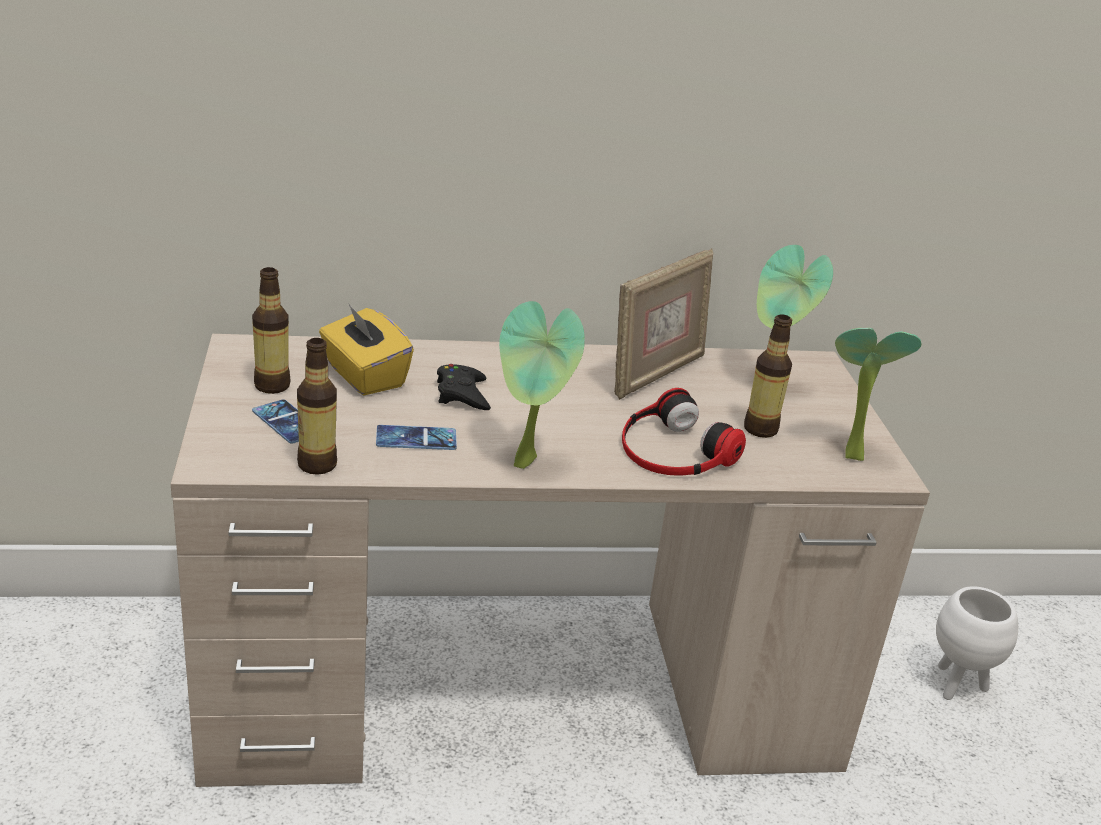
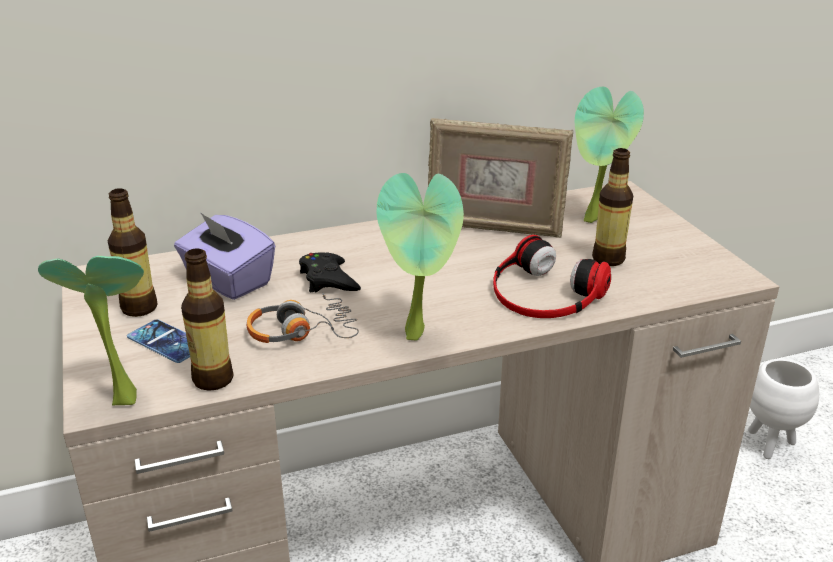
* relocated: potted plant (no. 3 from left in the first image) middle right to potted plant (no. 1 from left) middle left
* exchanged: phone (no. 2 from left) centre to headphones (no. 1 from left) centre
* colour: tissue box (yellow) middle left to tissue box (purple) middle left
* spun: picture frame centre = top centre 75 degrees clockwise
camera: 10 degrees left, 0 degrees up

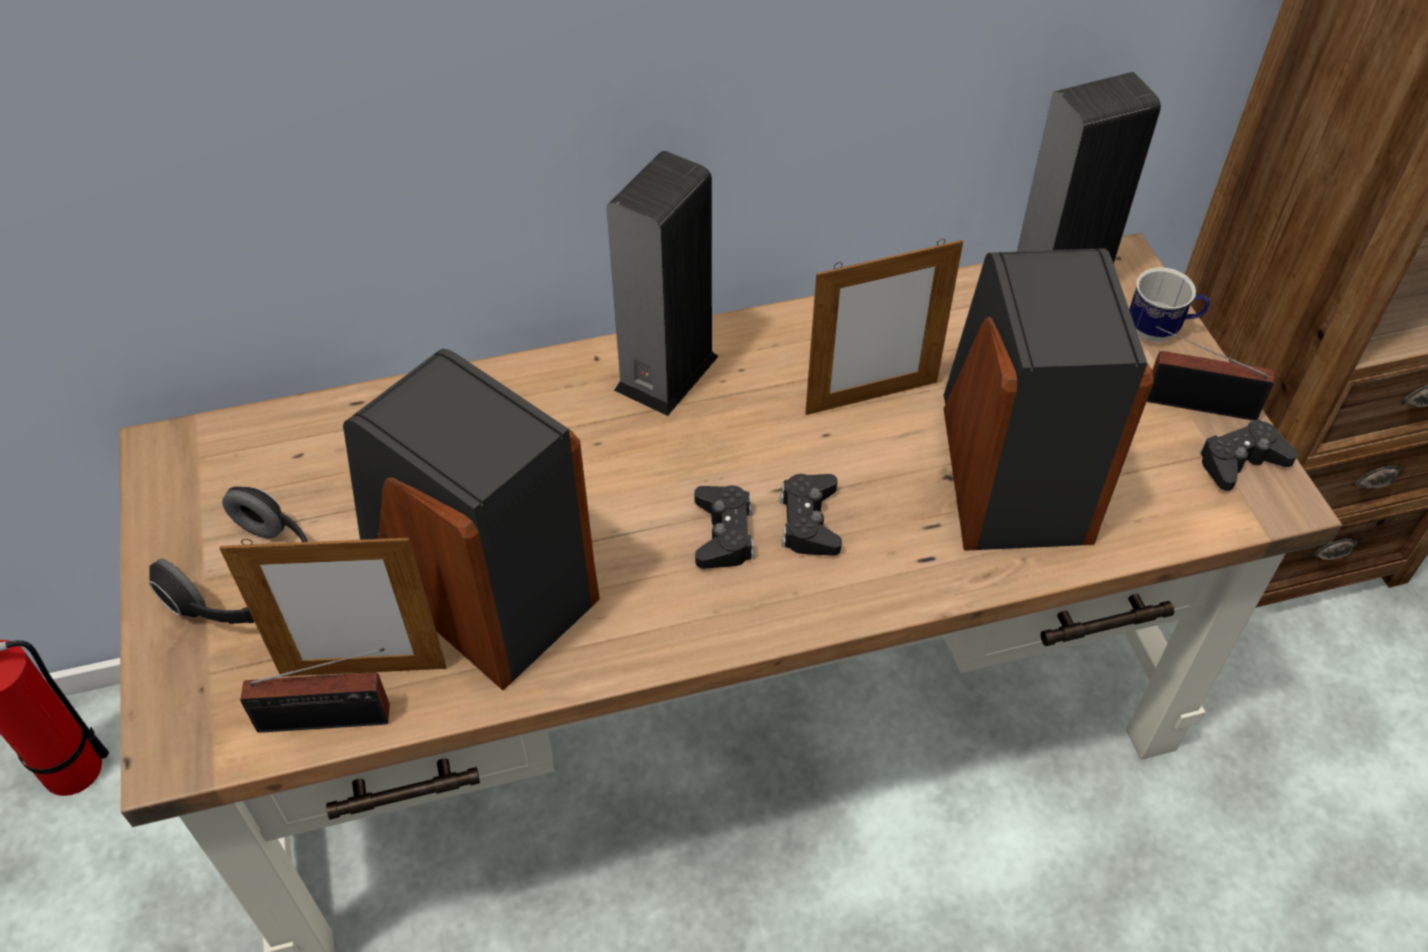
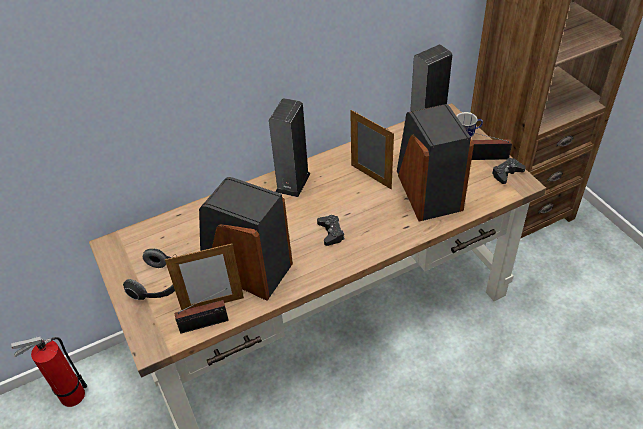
* missing: game controller (black) (no. 2 from left) centre
* spun: picture frame (no. 2 from left) centre = centre 105 degrees counterclockwise
camera: 10 degrees left, 5 degrees down

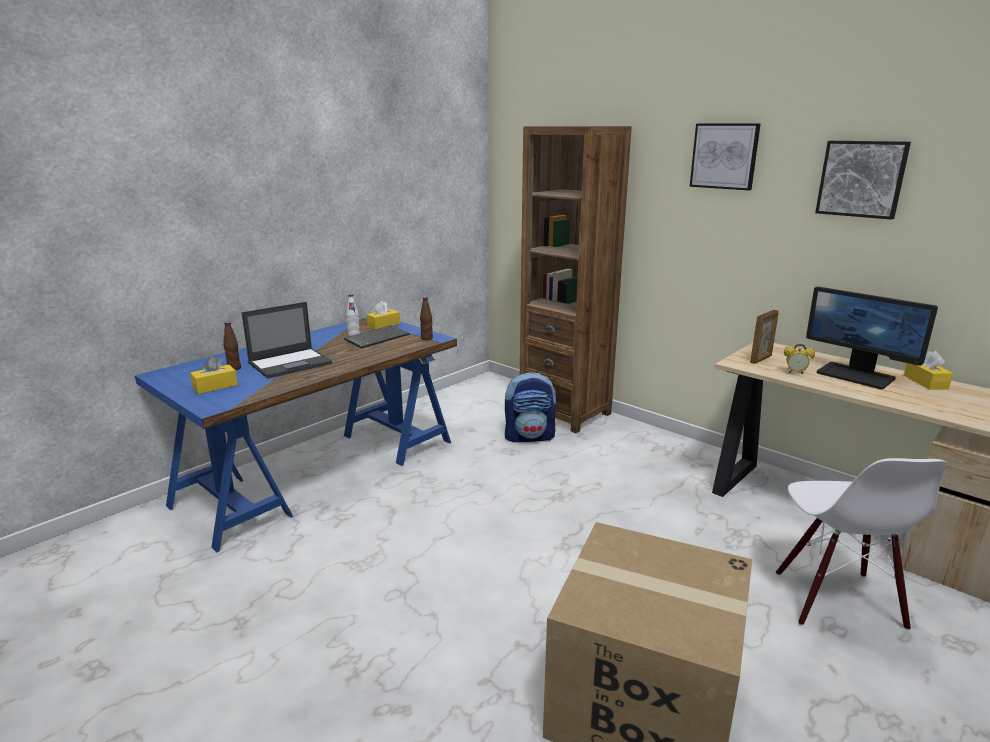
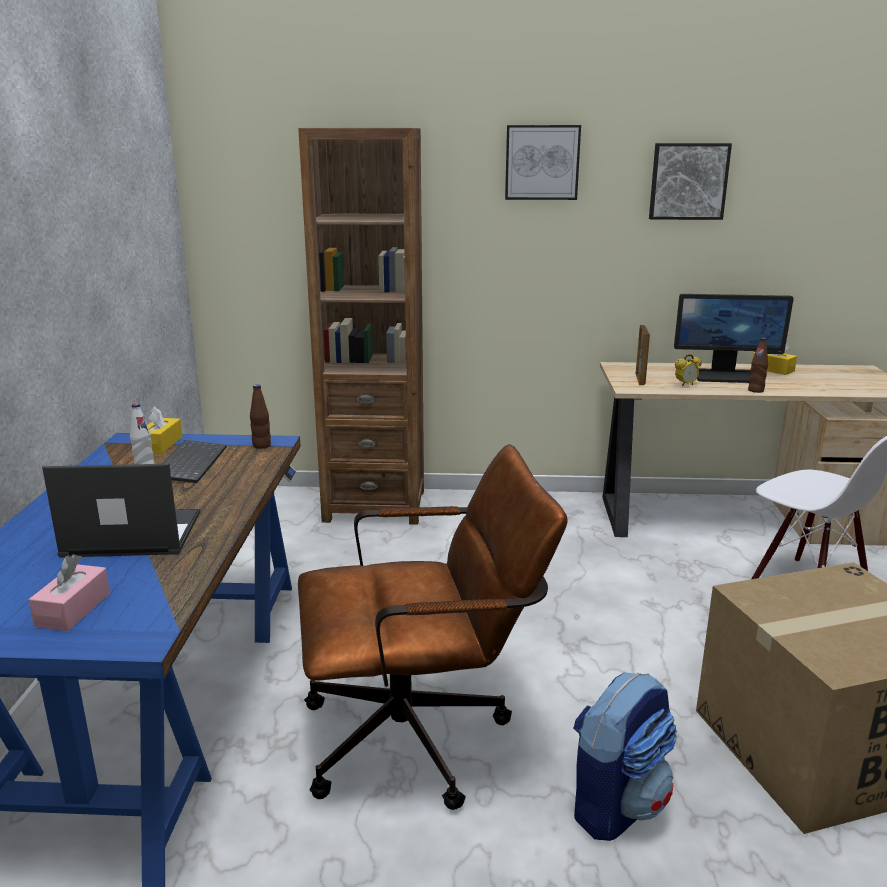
* appeared: office chair (brown) bottom centre
* relocated: bottle (brown) (no. 1 from left in the first image) middle left to bottle (brown) (no. 2 from left) middle right
* relocated: backpack centre to bottom right
* colour: tissue box (yellow) (no. 1 from left) middle left to tissue box (pink) bottom left
* spun: laptop middle left = middle left 105 degrees counterclockwise
camera: 40 degrees left, 0 degrees up

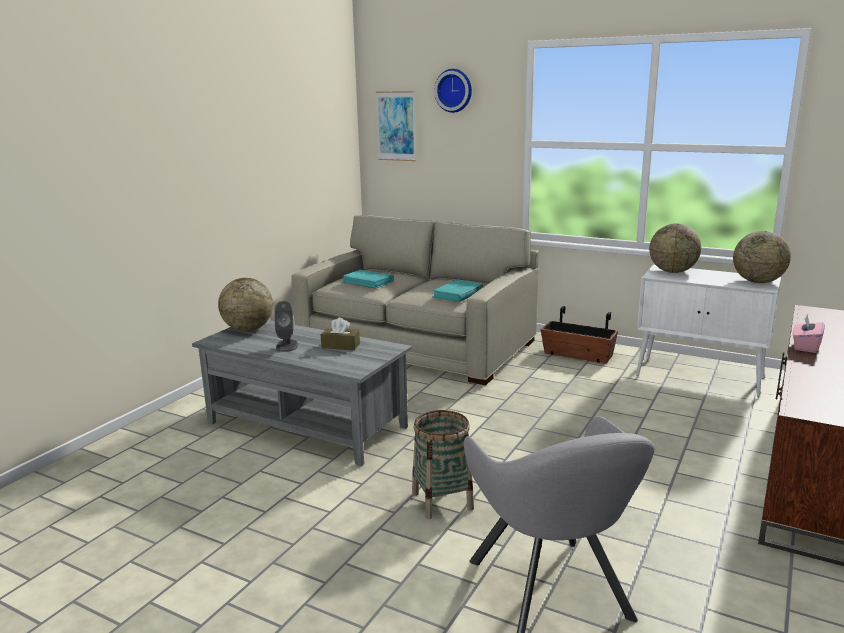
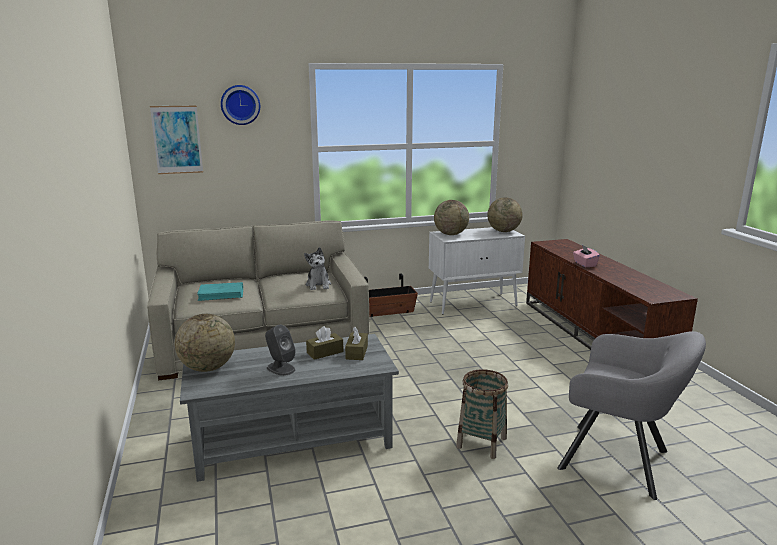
* appeared: tissue box (brown) (no. 2 from left) centre
* exchanged: book (turquoise) (no. 2 from left) centre to plush toy centre
camera: 45 degrees left, 0 degrees up

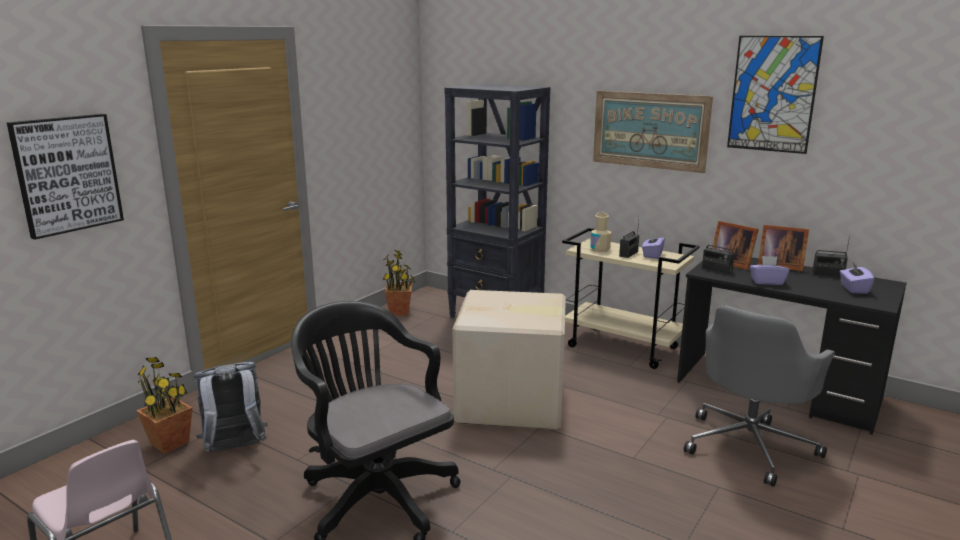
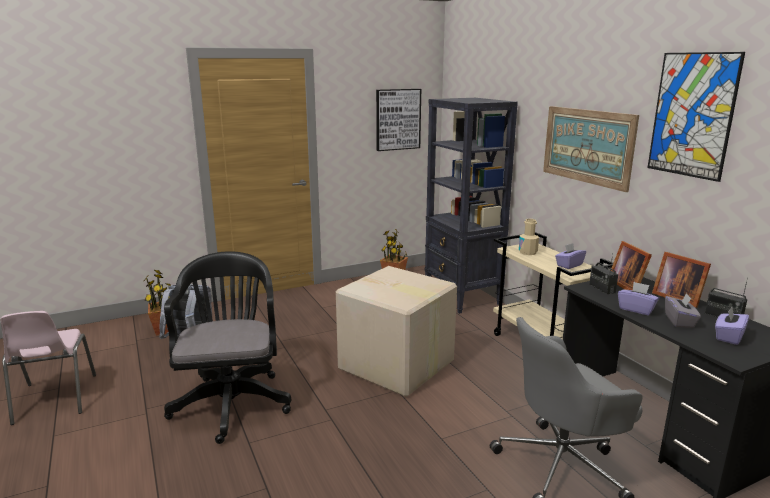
* missing: radio (no. 1 from left) centre
* appeared: tissue box (grey) middle right
* relocated: picture (no. 1 from left) top left to top centre
camera: 30 degrees right, 0 degrees up

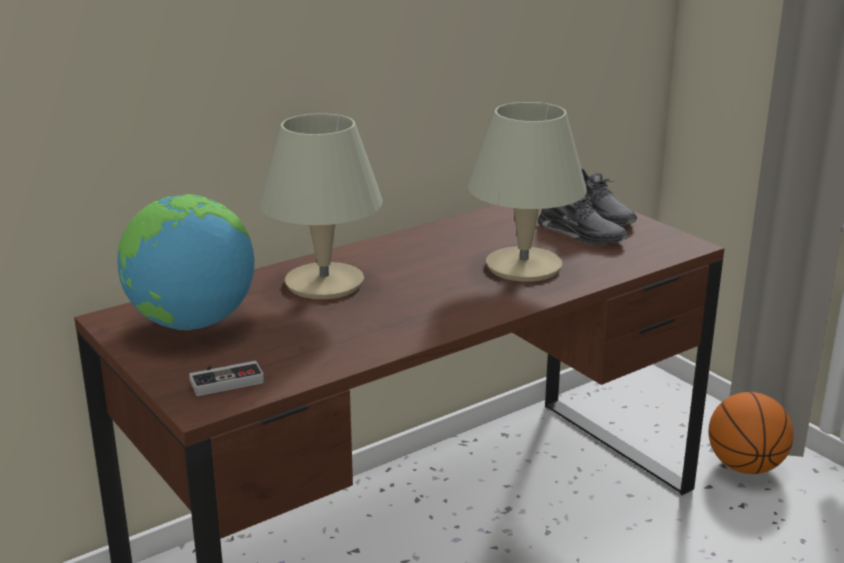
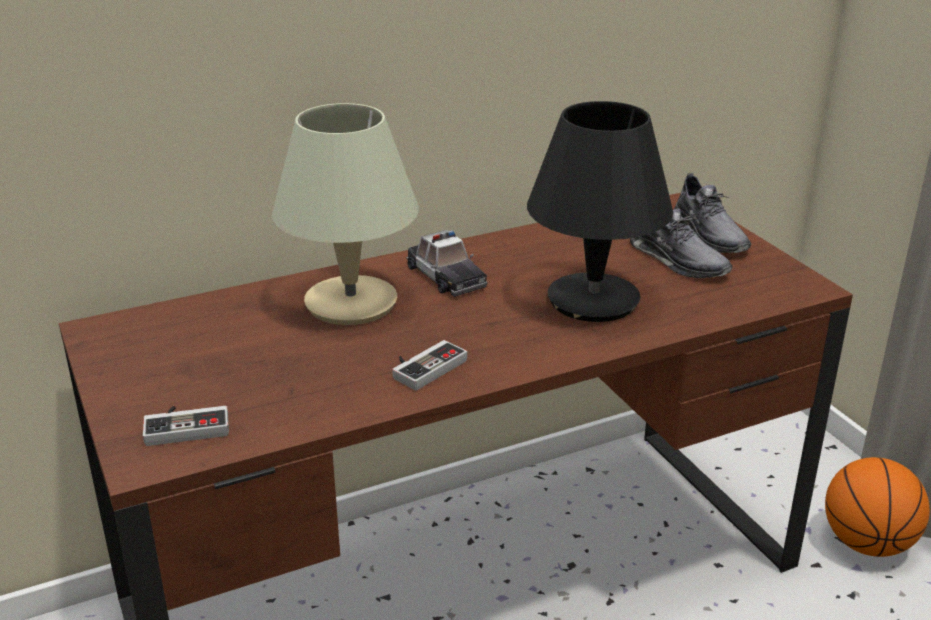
* missing: globe middle left
* appeared: game controller (no. 2 from left) centre
* appeared: toy car centre
* colour: table lamp (beige) (no. 2 from left) centre to table lamp (black) centre
camera: 10 degrees right, 5 degrees up

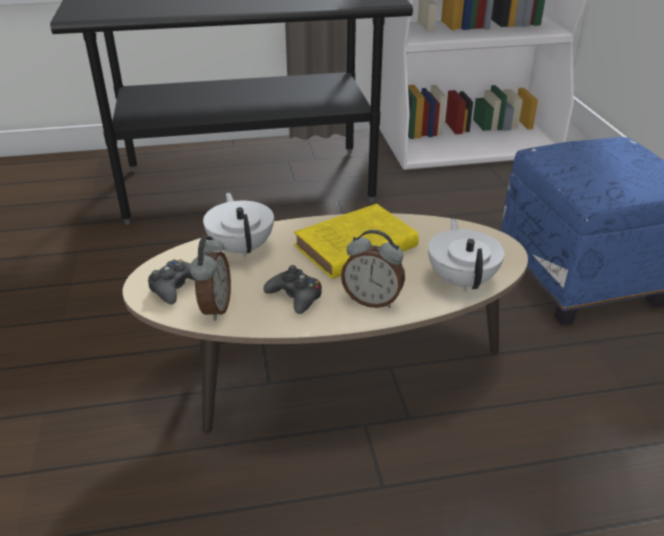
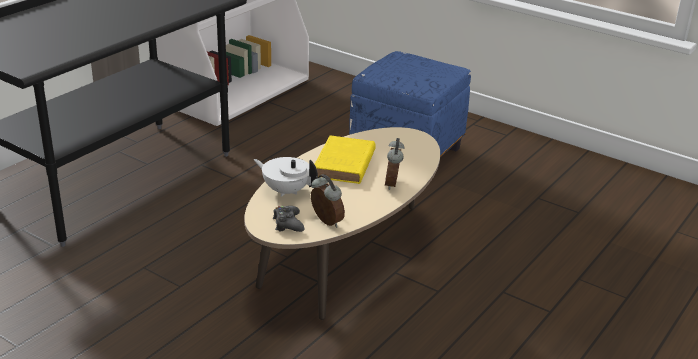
* missing: game controller (black) (no. 2 from left) centre
* missing: teapot (white) (no. 2 from left) middle right
* spun: alarm clock (no. 2 from left) centre = centre 120 degrees clockwise
camera: 45 degrees left, 5 degrees down

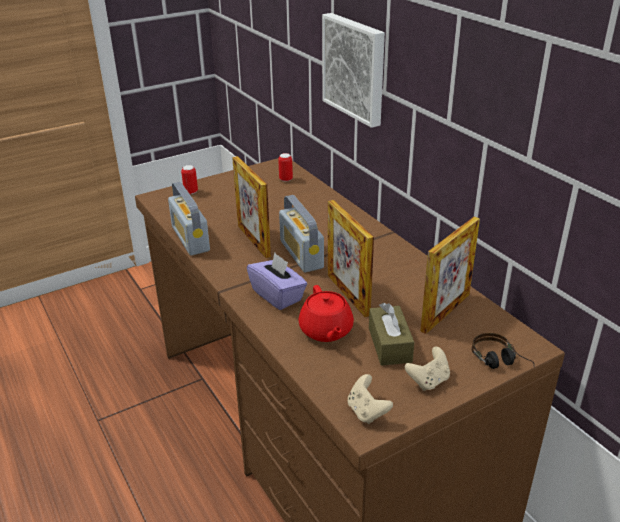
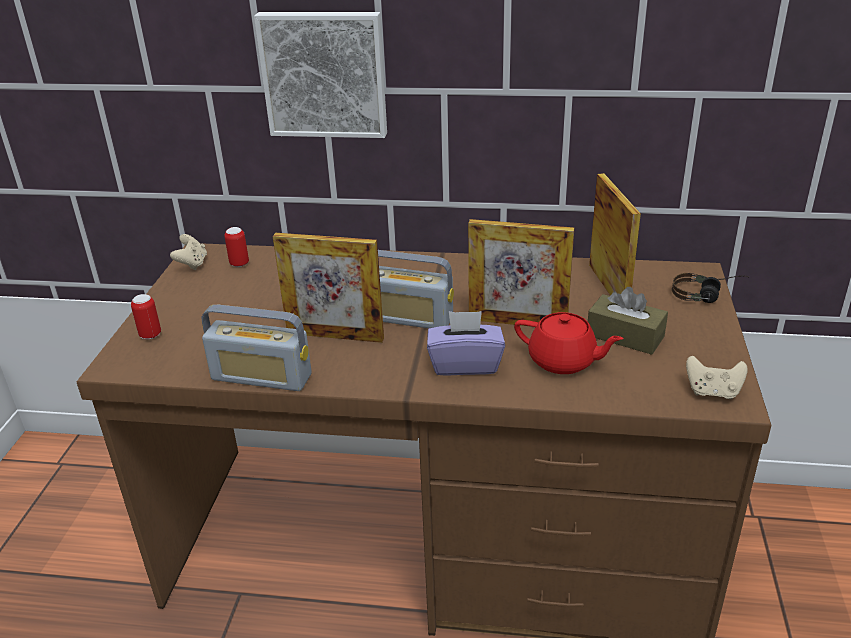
* relocated: game controller (beige) (no. 2 from left in the first image) bottom right to game controller (beige) (no. 1 from left) middle left
camera: 50 degrees left, 0 degrees up

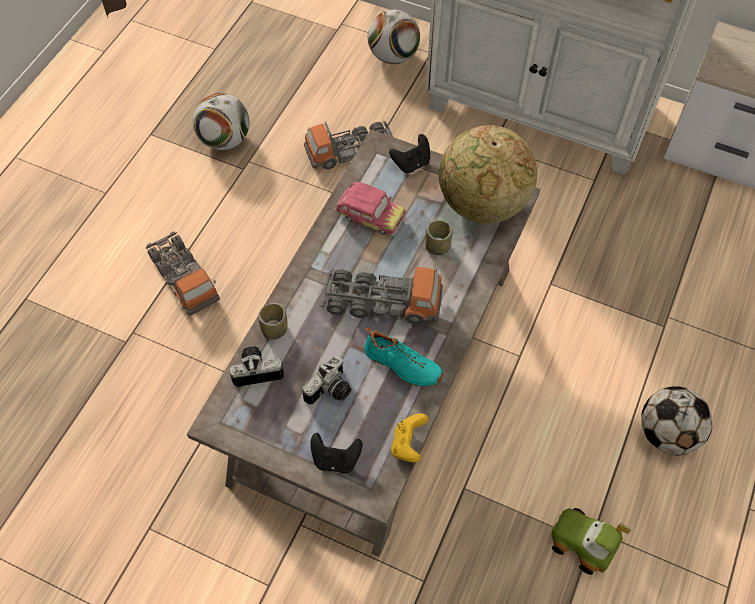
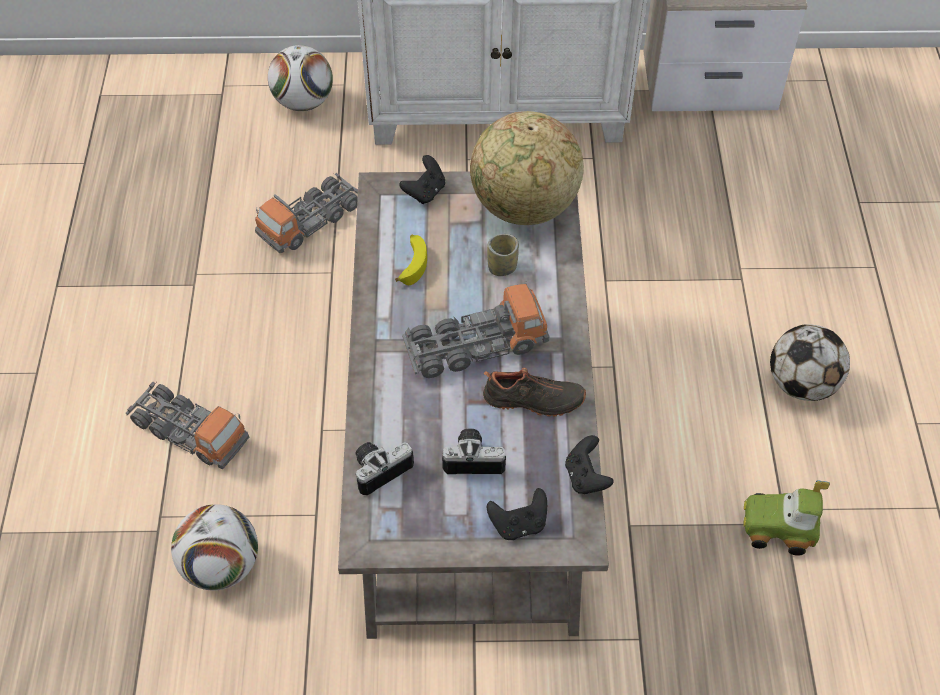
* missing: cup (no. 1 from left) centre
* relocated: football (no. 1 from left) top left to bottom left
* exchanged: toy car (no. 1 from left) centre to banana centre
* colour: shoe (turquoise) centre to shoe (black) centre
* colour: game controller (yellow) bottom centre to game controller (black) (no. 3 from left) bottom centre
* spun: photo camera (no. 2 from left) centre = centre 105 degrees counterclockwise
camera: 25 degrees left, 5 degrees down

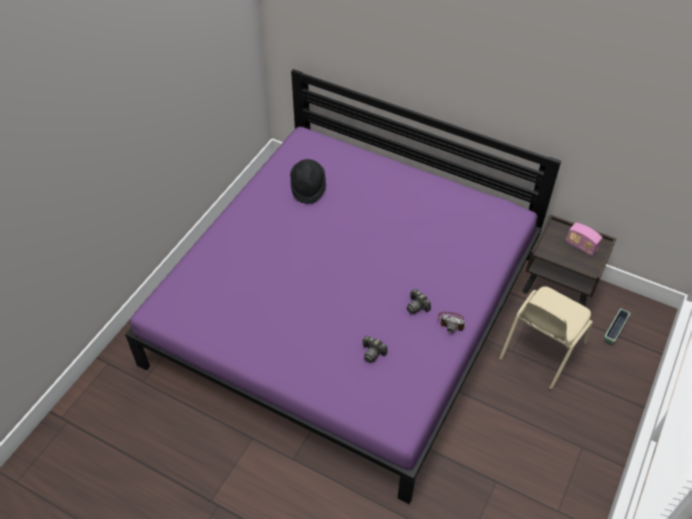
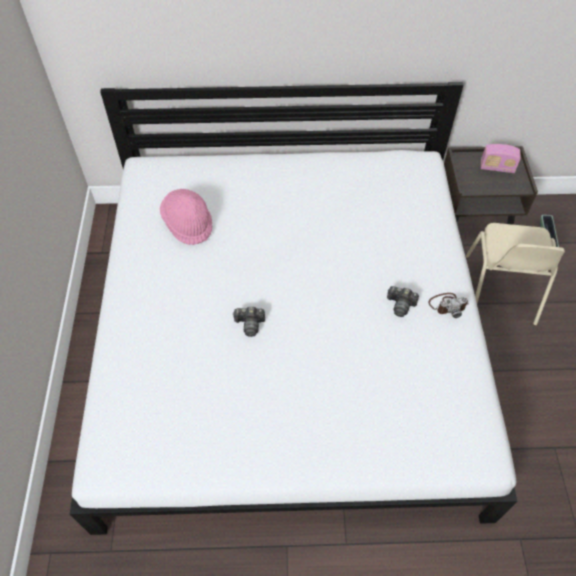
* relocated: photo camera (no. 1 from left) bottom centre to centre
* colour: bed (purple) centre to bed (white) centre
* colour: hat (black) centre to hat (pink) middle left
camera: 30 degrees left, 5 degrees up

